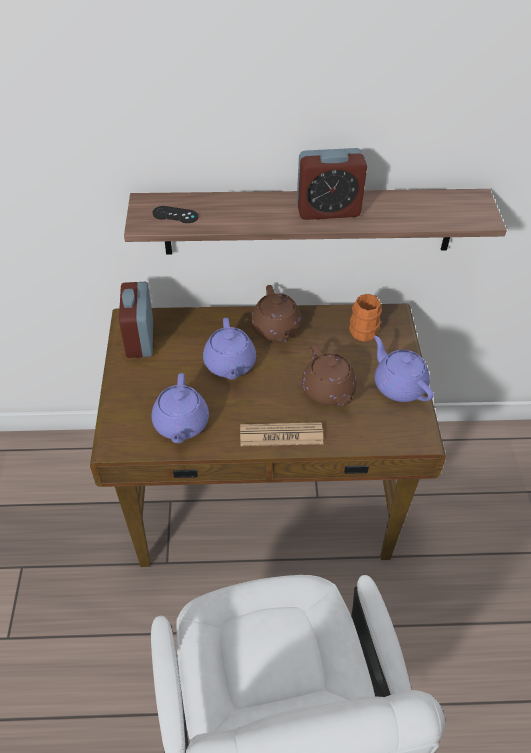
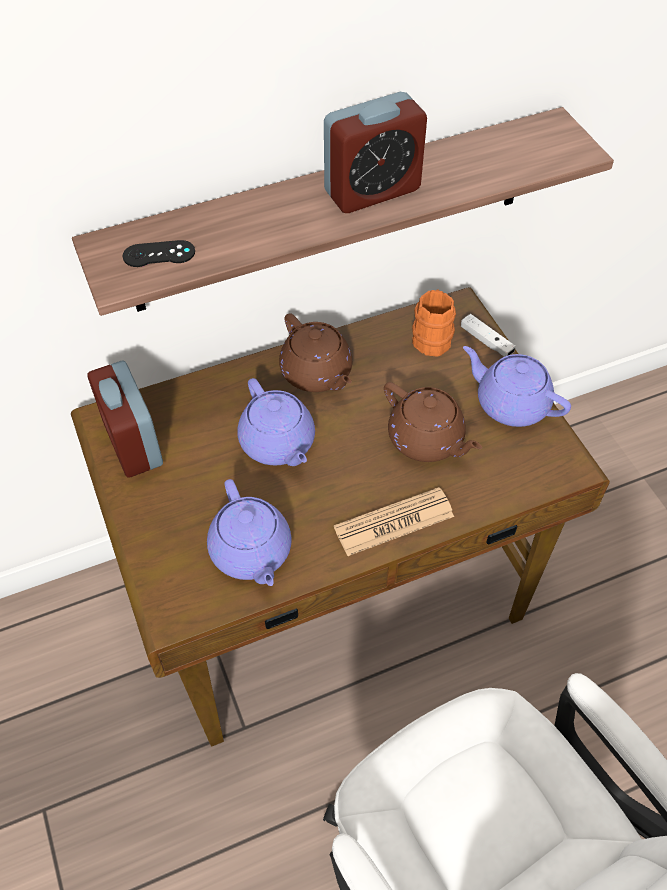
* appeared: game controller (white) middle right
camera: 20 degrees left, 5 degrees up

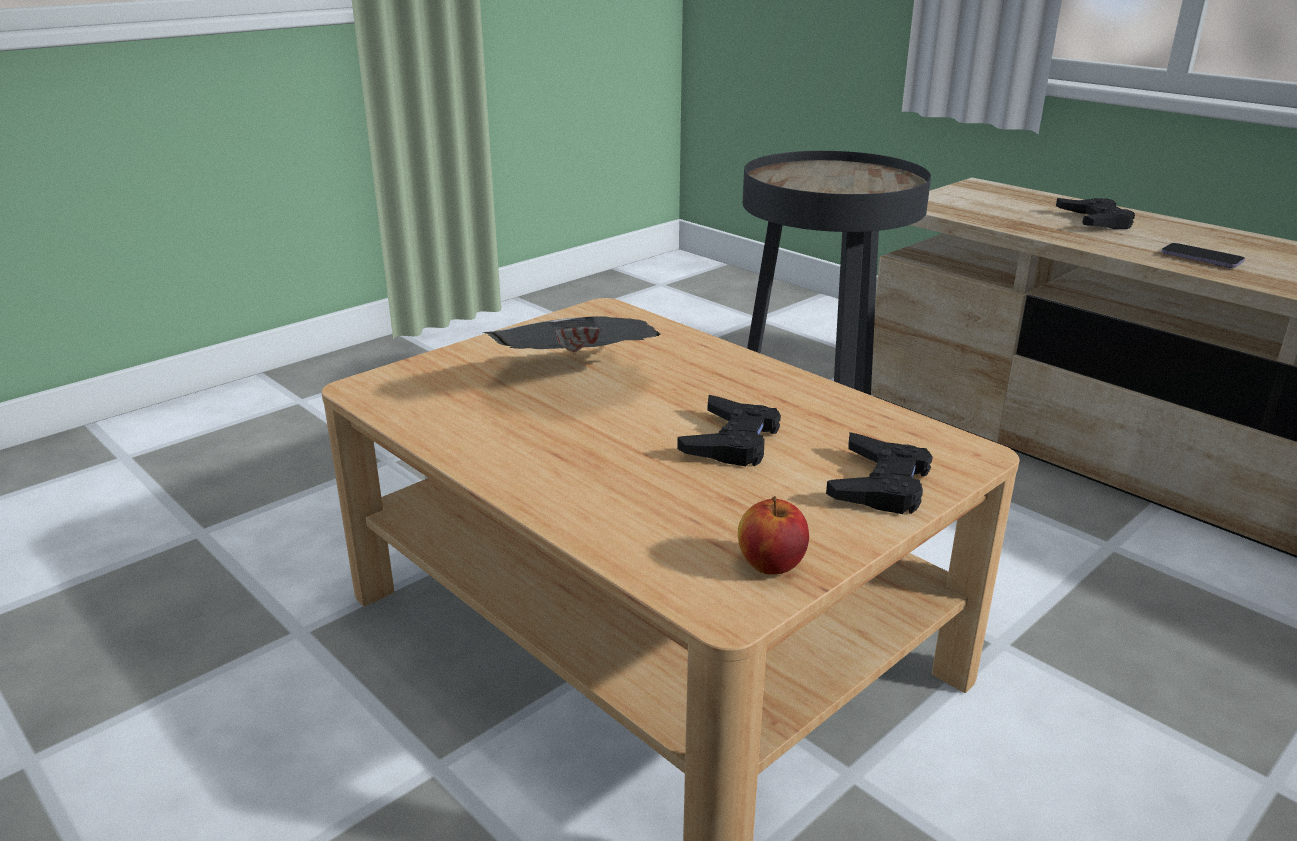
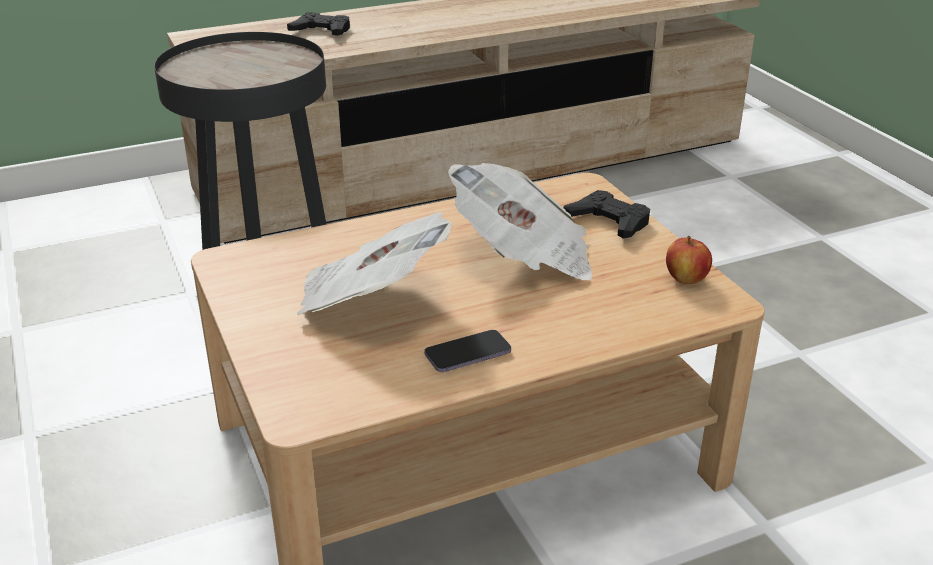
* relocated: phone top right to centre
* exchanged: game controller (black) (no. 1 from left) centre to newspaper (no. 2 from left) centre
camera: 70 degrees left, 5 degrees up

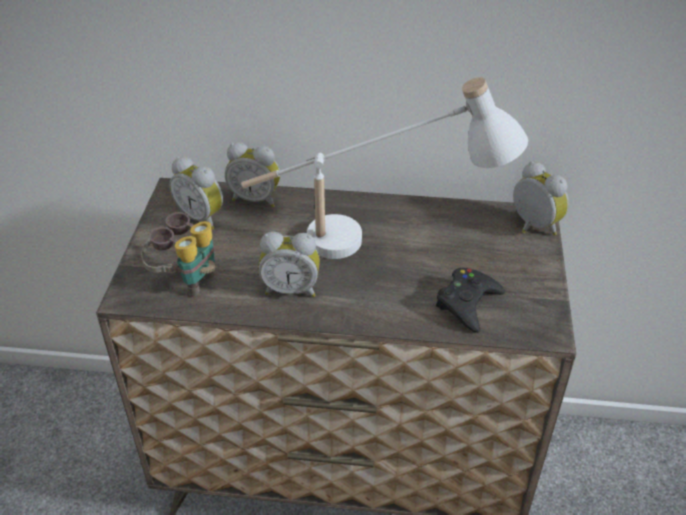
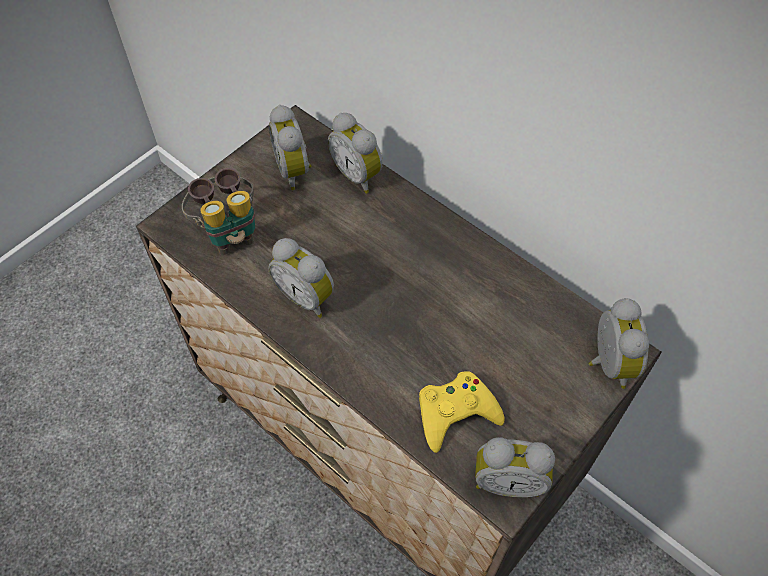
* missing: table lamp (white) top centre
* appeared: alarm clock (no. 4 from left) bottom right
* colour: game controller (black) middle right to game controller (yellow) bottom centre
camera: 35 degrees right, 15 degrees up

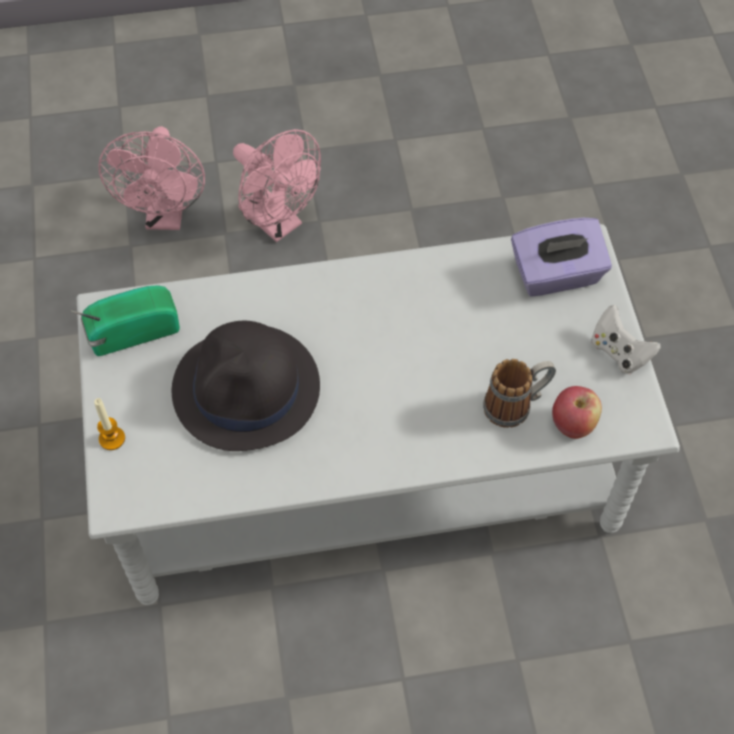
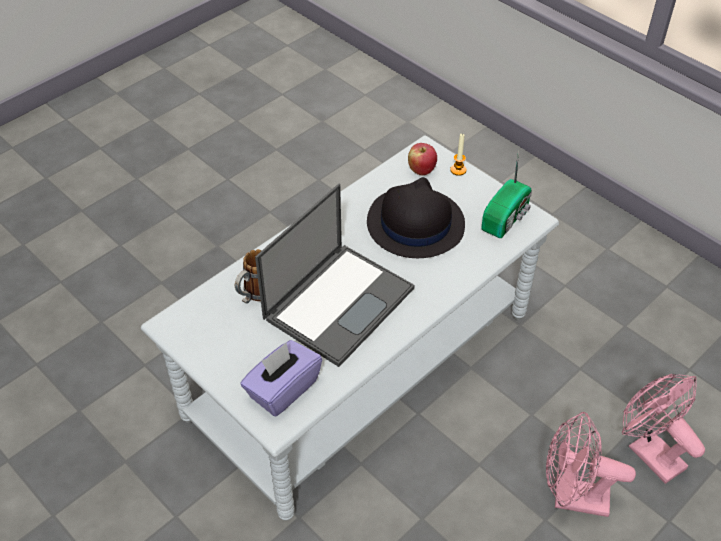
* missing: game controller (white) middle right
* appeared: laptop centre
* relocated: apple middle right to top centre
camera: 145 degrees right, 10 degrees down

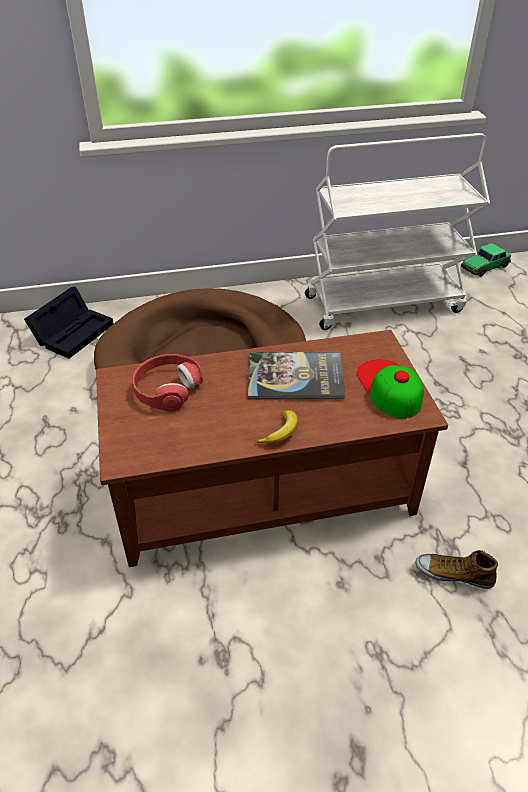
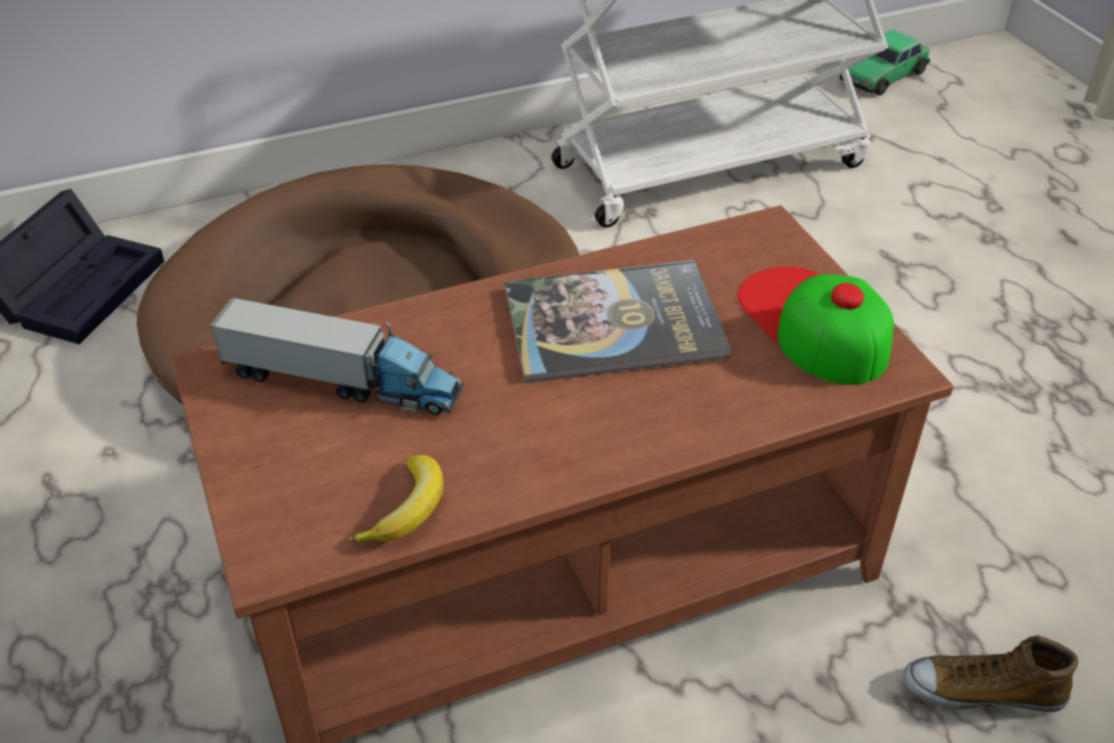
* relocated: banana centre to bottom centre
* exchanged: headphones (red) middle left to toy truck middle left
camera: 10 degrees left, 0 degrees up

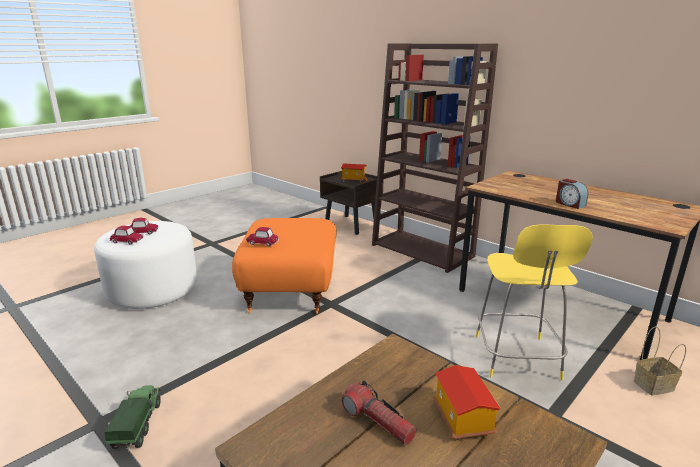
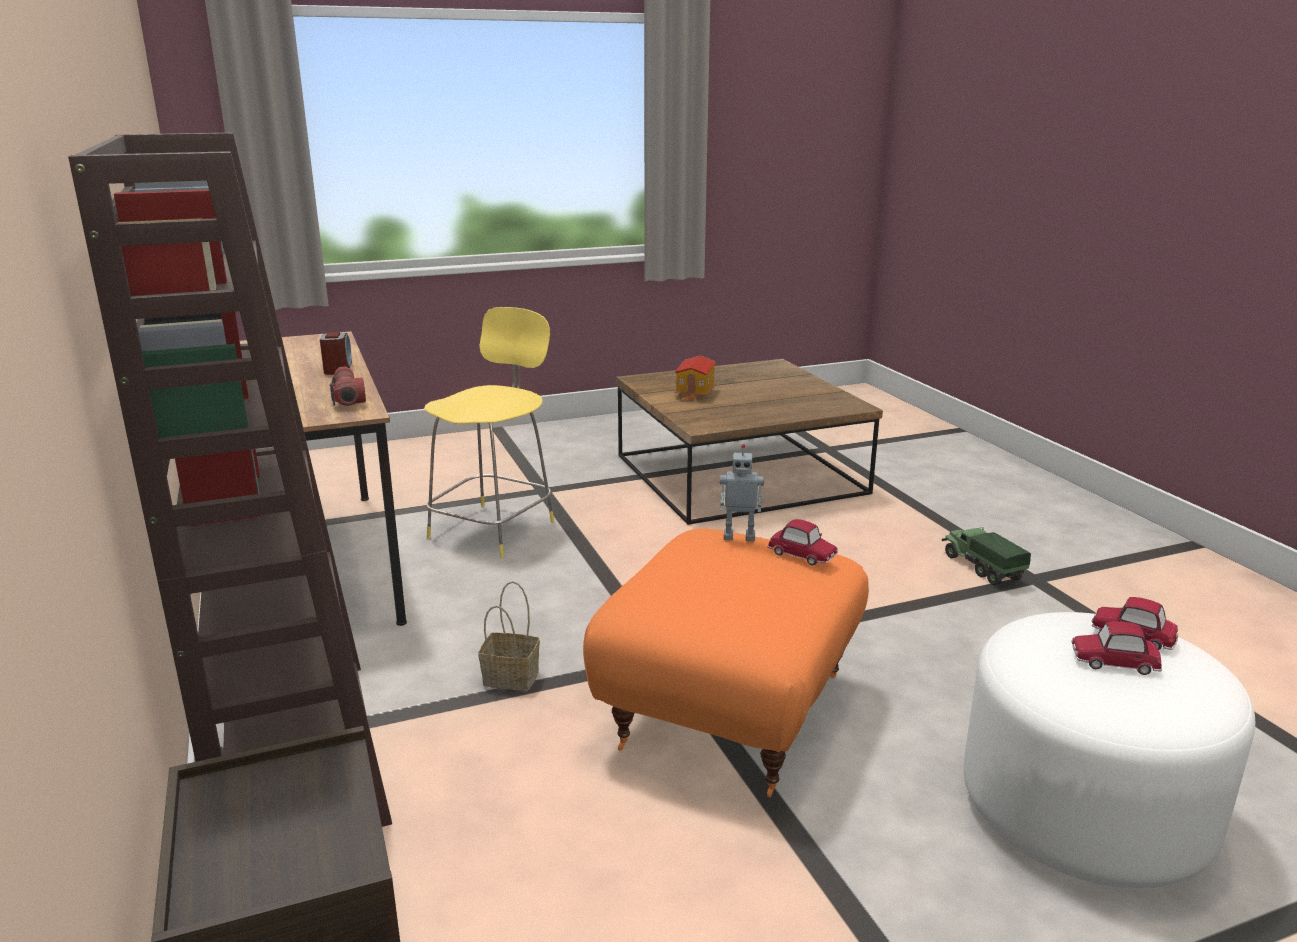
* missing: toy house (no. 1 from left) centre
* appeared: toy robot centre
* relocated: flashlight bottom centre to middle left
* relocated: basket bottom right to bottom centre
* spun: toy truck bottom left = middle right 135 degrees clockwise
camera: 155 degrees left, 0 degrees up

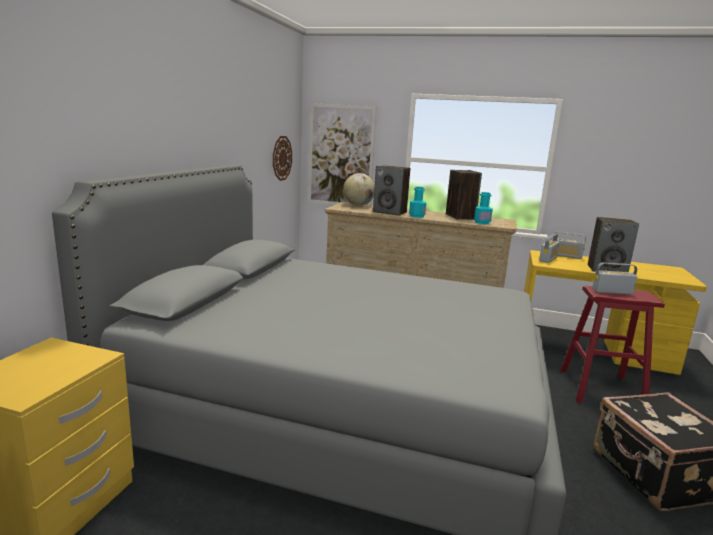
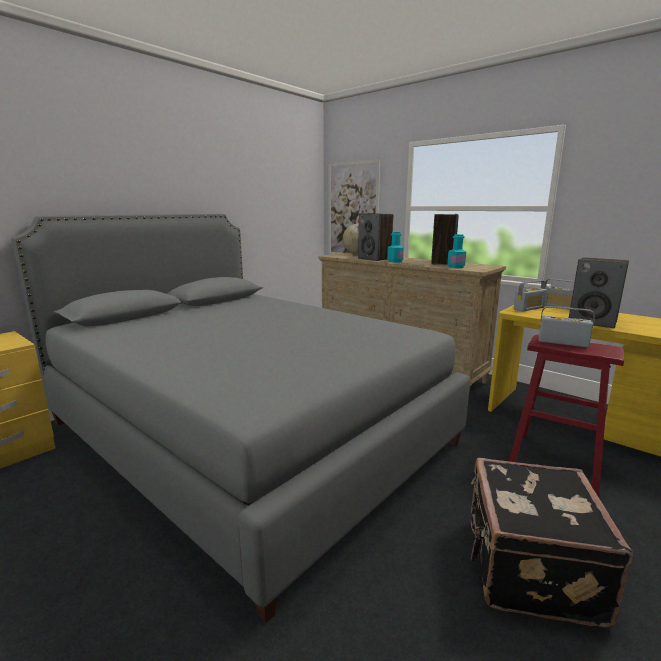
* missing: wall clock top centre
camera: 25 degrees right, 0 degrees up

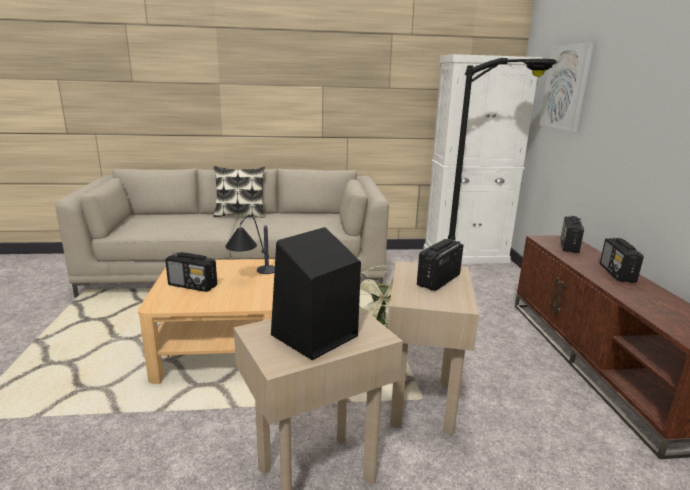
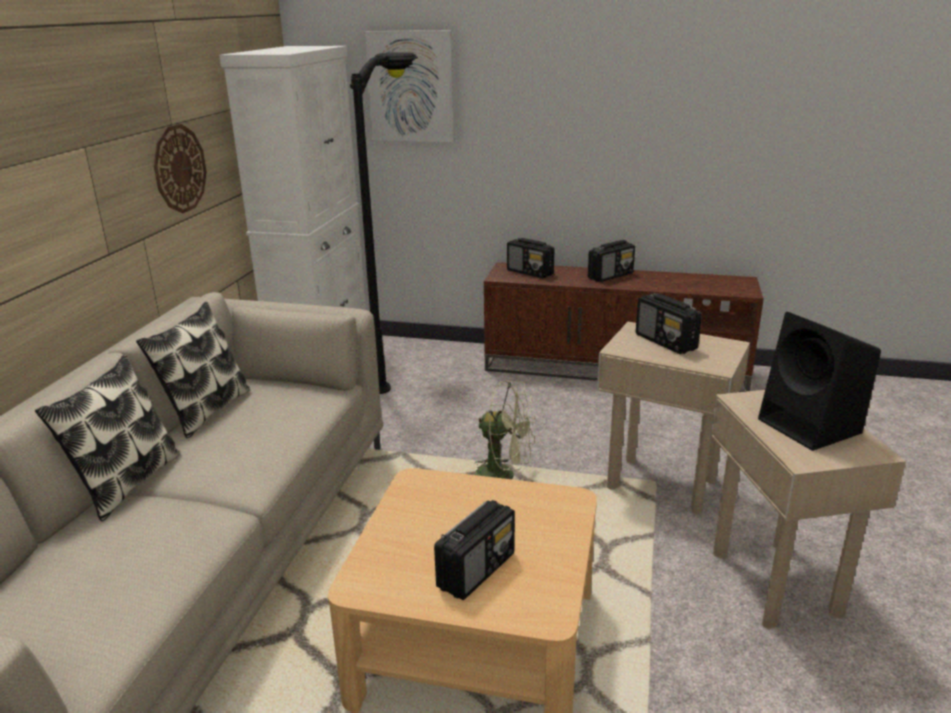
* missing: table lamp centre
* appeared: pillow (no. 2 from left) middle left
* appeared: wall clock top left
* spun: radio (no. 4 from left in the first image) middle right = centre 60 degrees counterclockwise
camera: 70 degrees left, 5 degrees up

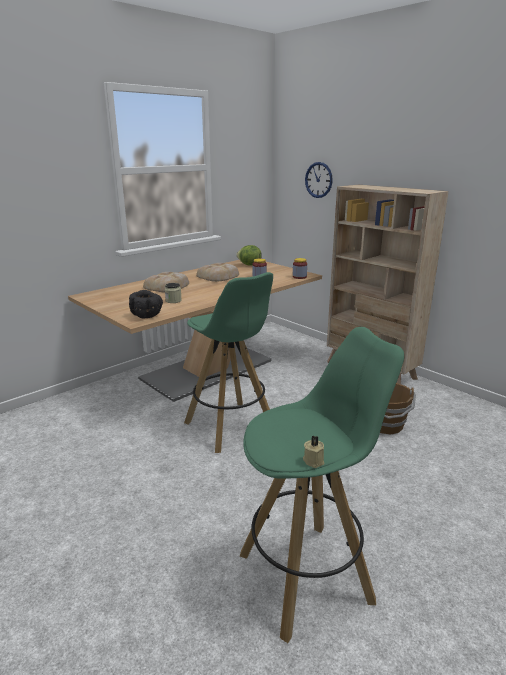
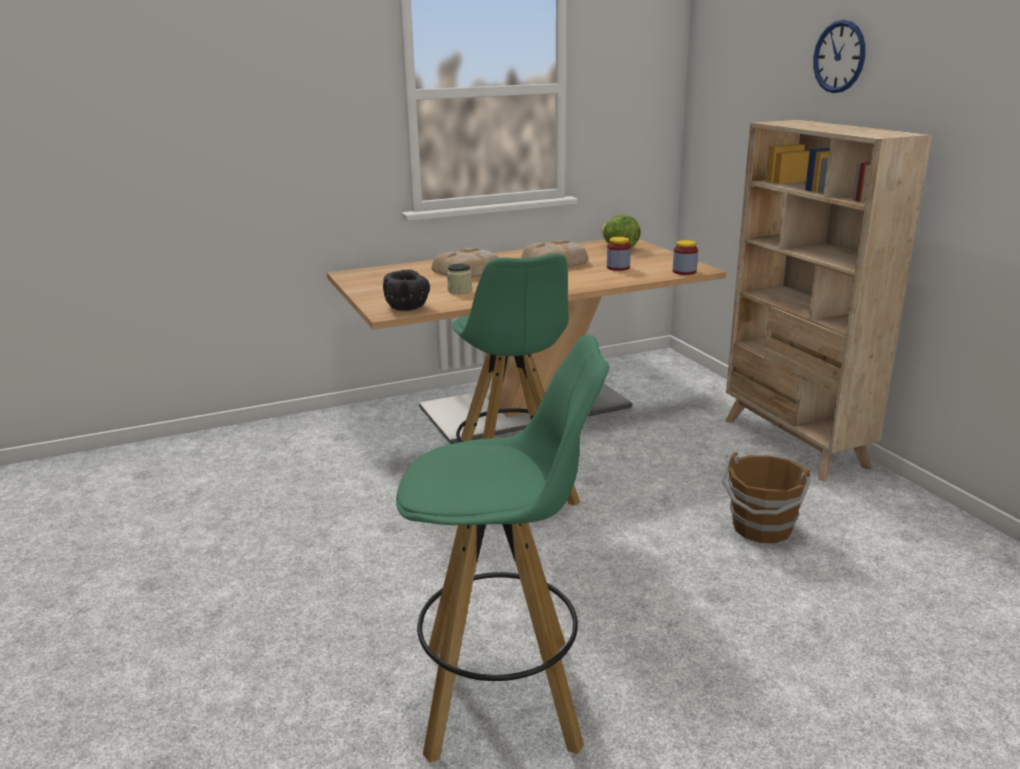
* missing: candle (beige) bottom centre
* relocated: wall clock top centre to top right
camera: 20 degrees right, 0 degrees up

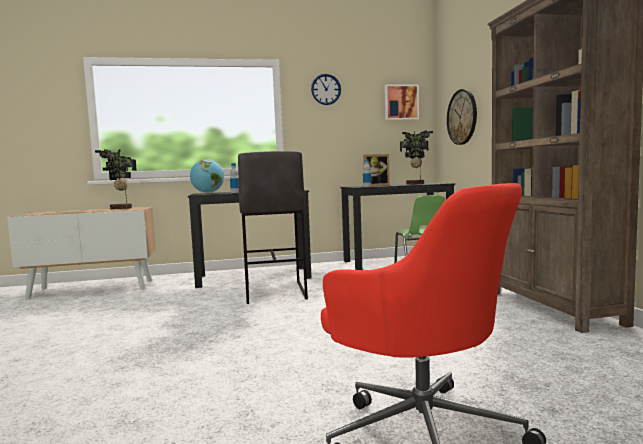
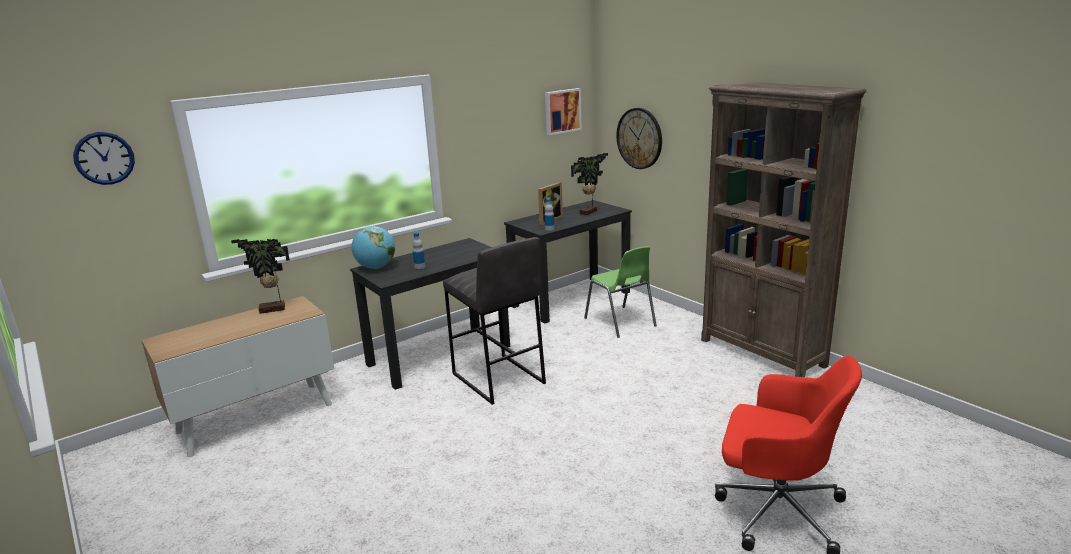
* relocated: wall clock (no. 1 from left) top centre to top left
camera: 25 degrees left, 15 degrees up

